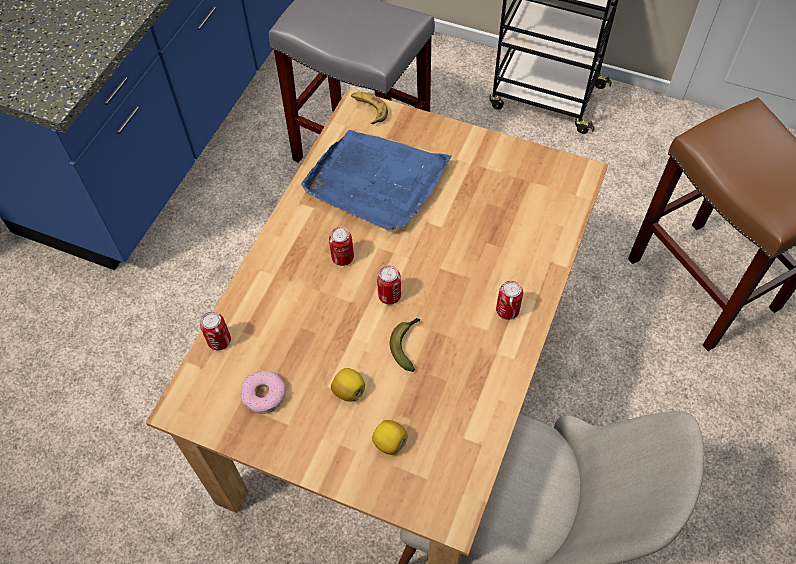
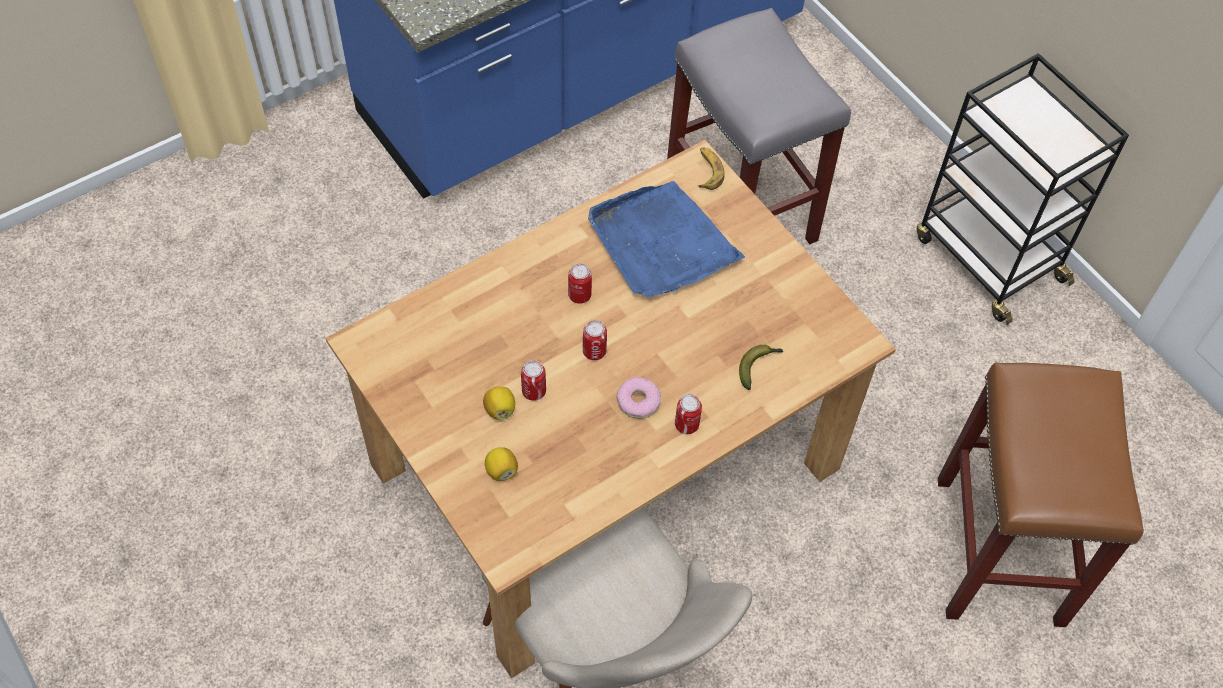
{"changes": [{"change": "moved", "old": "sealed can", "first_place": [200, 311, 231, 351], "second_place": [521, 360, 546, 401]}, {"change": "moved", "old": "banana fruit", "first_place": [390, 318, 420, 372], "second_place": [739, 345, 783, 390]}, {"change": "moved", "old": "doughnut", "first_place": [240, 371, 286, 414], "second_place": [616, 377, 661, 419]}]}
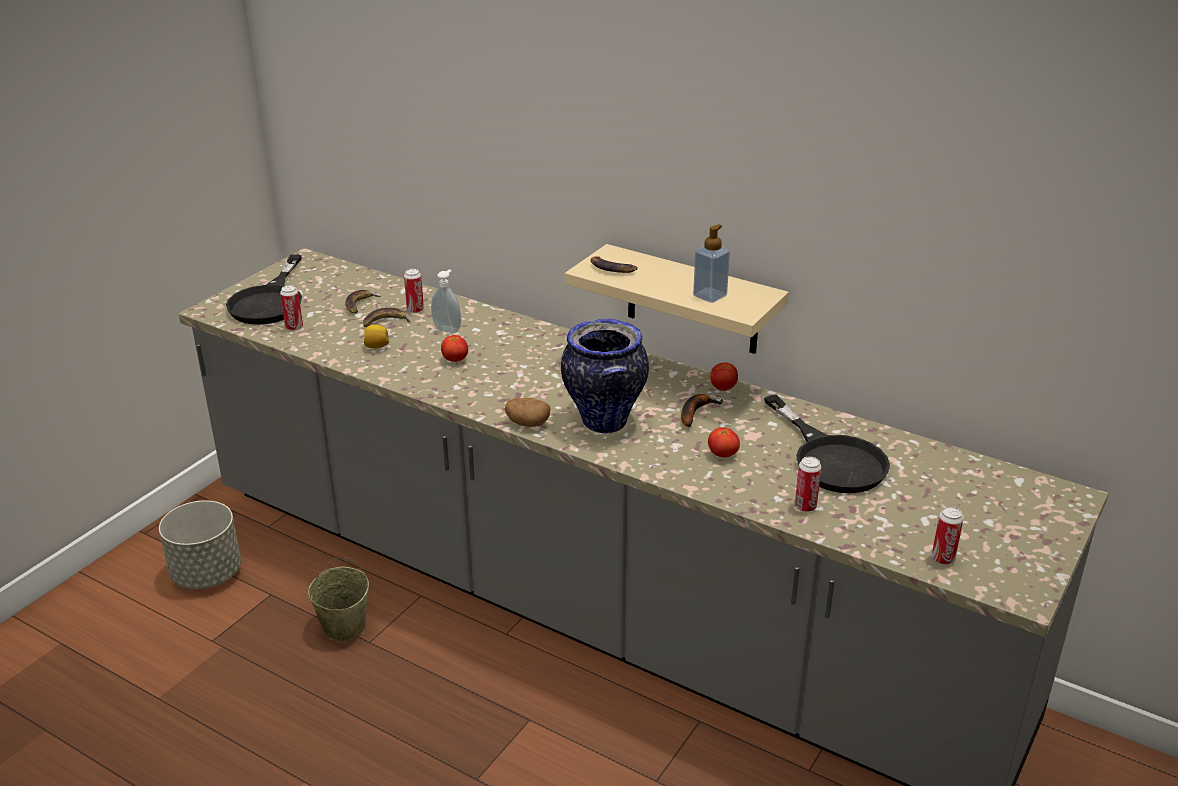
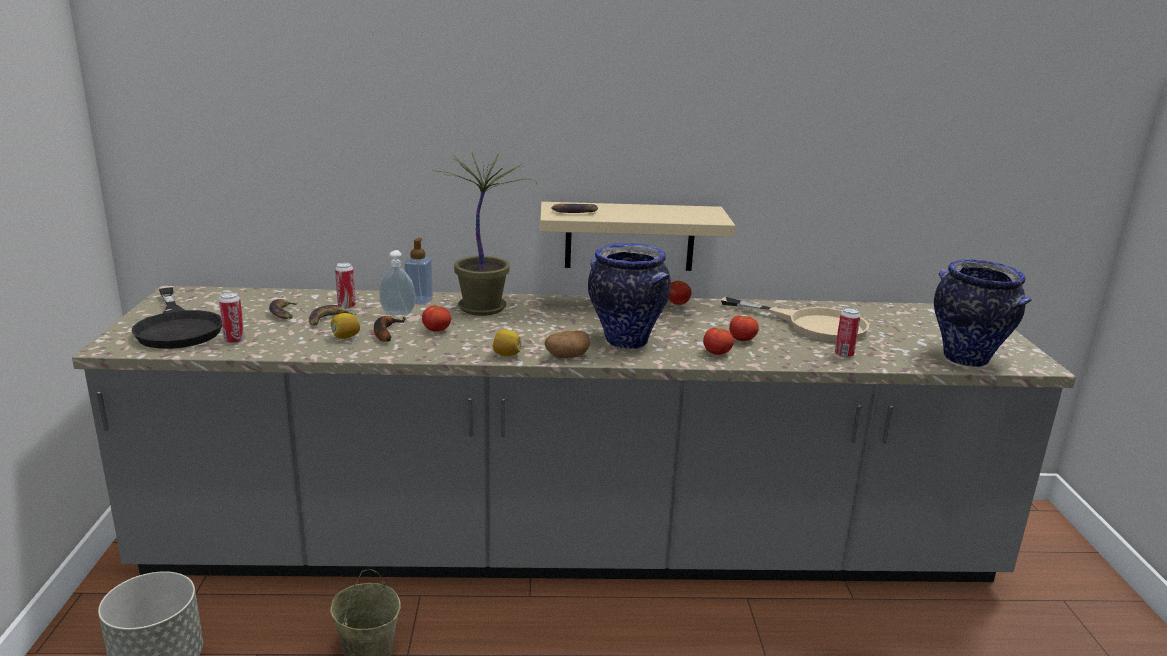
{"changes": [{"change": "moved", "old": "soap bottle", "first_place": [693, 224, 730, 303], "second_place": [404, 238, 433, 305]}, {"change": "moved", "old": "banana fruit", "first_place": [681, 394, 724, 427], "second_place": [374, 316, 405, 342]}, {"change": "recoloured", "old": "pan in black-coloured", "new": "pan in sand-coloured", "first_place": [764, 395, 890, 493], "second_place": [721, 297, 869, 342]}, {"change": "replaced", "old": "sealed can", "new": "vase", "first_place": [932, 507, 963, 565], "second_place": [934, 259, 1032, 367]}, {"change": "added", "new": "plant in a pot", "second_place": [432, 153, 537, 316]}, {"change": "added", "new": "tomato", "second_place": [703, 328, 734, 355]}, {"change": "added", "new": "whole lemon", "second_place": [493, 330, 521, 356]}]}
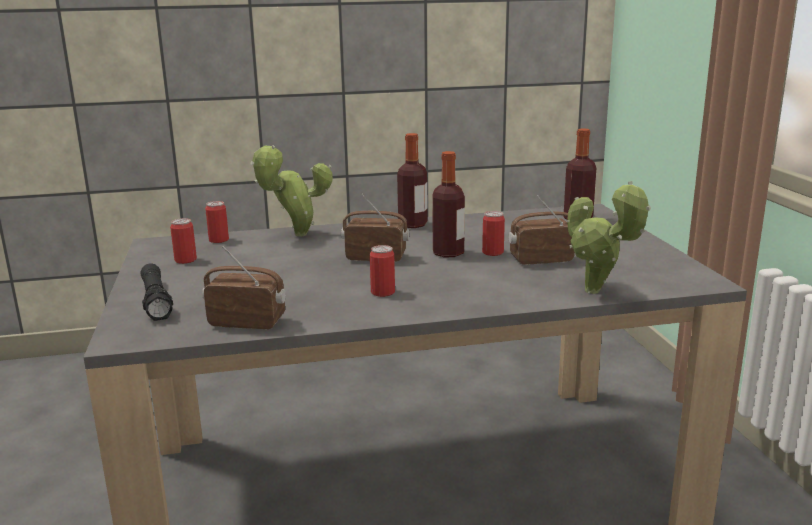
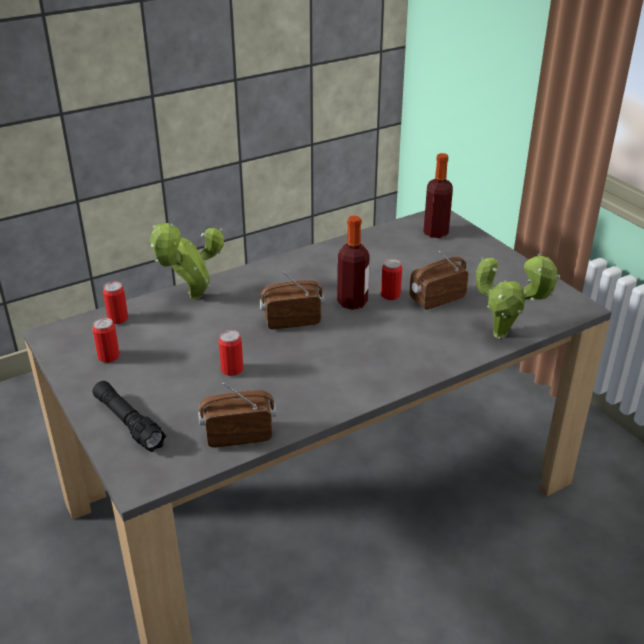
{"changes": [{"change": "removed", "old": "drink bottle", "first_place": [397, 133, 427, 228]}, {"change": "moved", "old": "sealed can", "first_place": [370, 245, 395, 297], "second_place": [219, 330, 243, 376]}]}
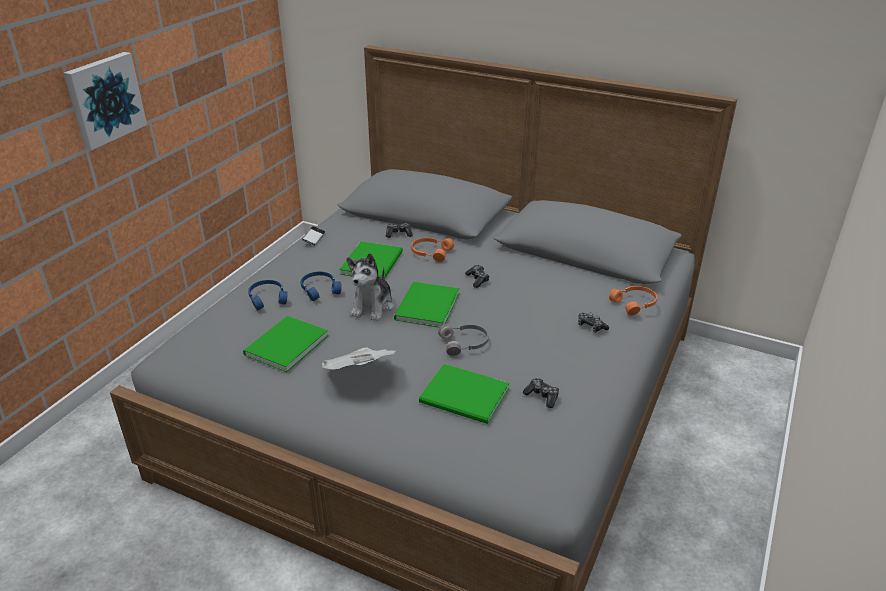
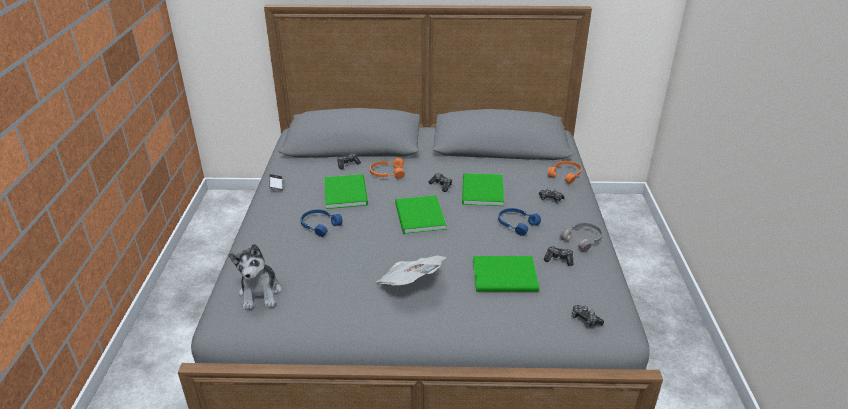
{"changes": [{"change": "removed", "old": "wall picture", "first_place": [64, 52, 147, 150]}, {"change": "moved", "old": "plush toy", "first_place": [347, 253, 394, 321], "second_place": [229, 244, 282, 310]}, {"change": "moved", "old": "headset in blue-coloured", "first_place": [248, 280, 288, 311], "second_place": [498, 208, 541, 236]}, {"change": "moved", "old": "bound book in green", "first_place": [243, 316, 328, 372], "second_place": [462, 173, 504, 206]}, {"change": "moved", "old": "headset in greyish", "first_place": [438, 324, 489, 356], "second_place": [560, 222, 603, 252]}, {"change": "added", "new": "game controller", "second_place": [572, 305, 604, 327]}]}
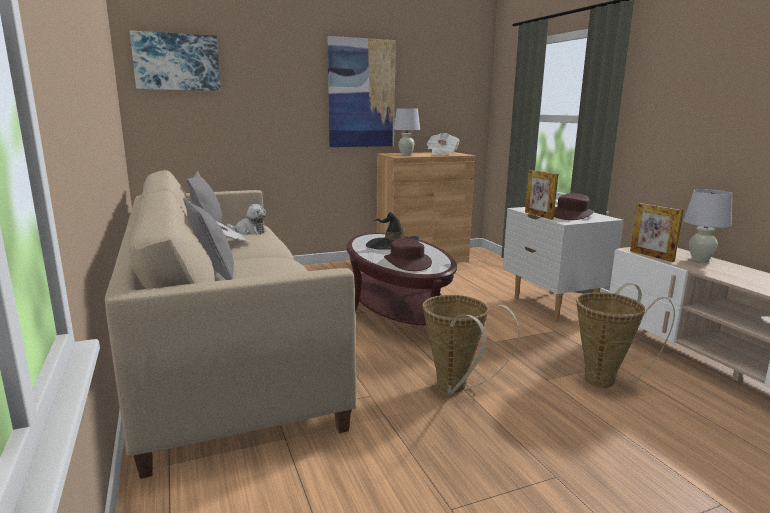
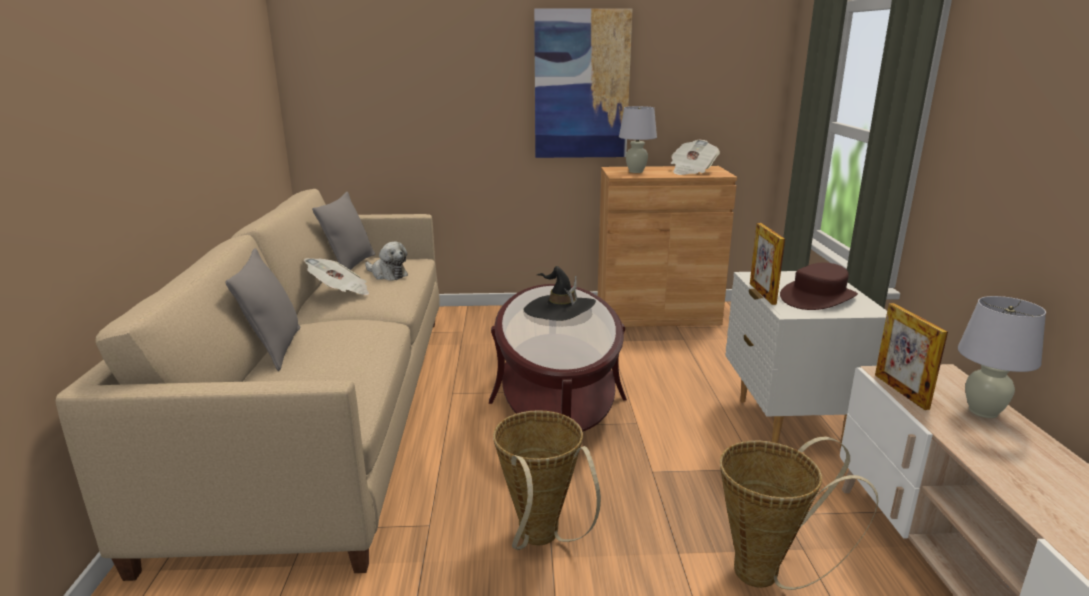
{"changes": [{"change": "removed", "old": "wall picture", "first_place": [130, 30, 221, 91]}, {"change": "removed", "old": "clothing hat in brown", "first_place": [384, 238, 432, 271]}]}
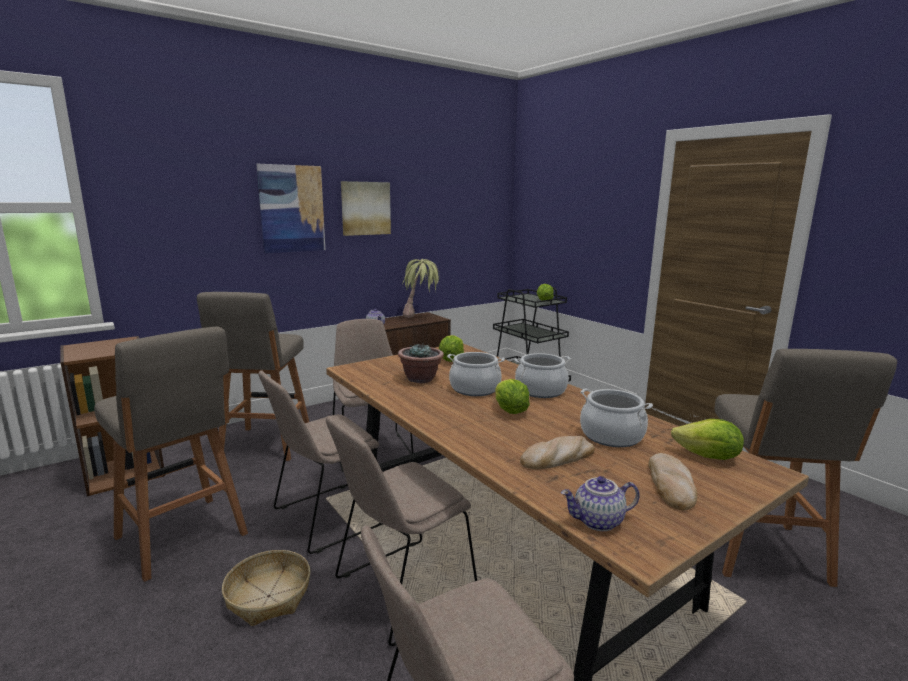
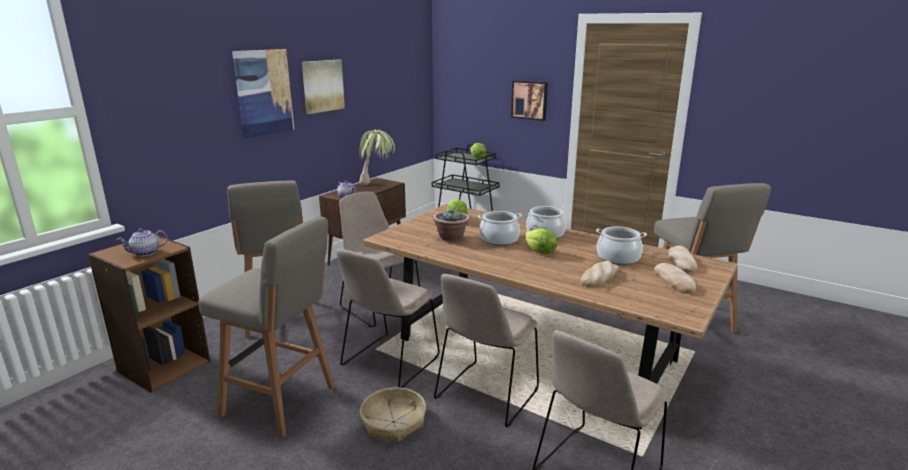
{"changes": [{"change": "replaced", "old": "head of lettuce", "new": "bread", "first_place": [671, 419, 744, 460], "second_place": [668, 246, 697, 272]}, {"change": "moved", "old": "pot for tea", "first_place": [561, 476, 640, 531], "second_place": [117, 229, 168, 256]}, {"change": "added", "new": "wall picture", "second_place": [511, 80, 548, 121]}]}
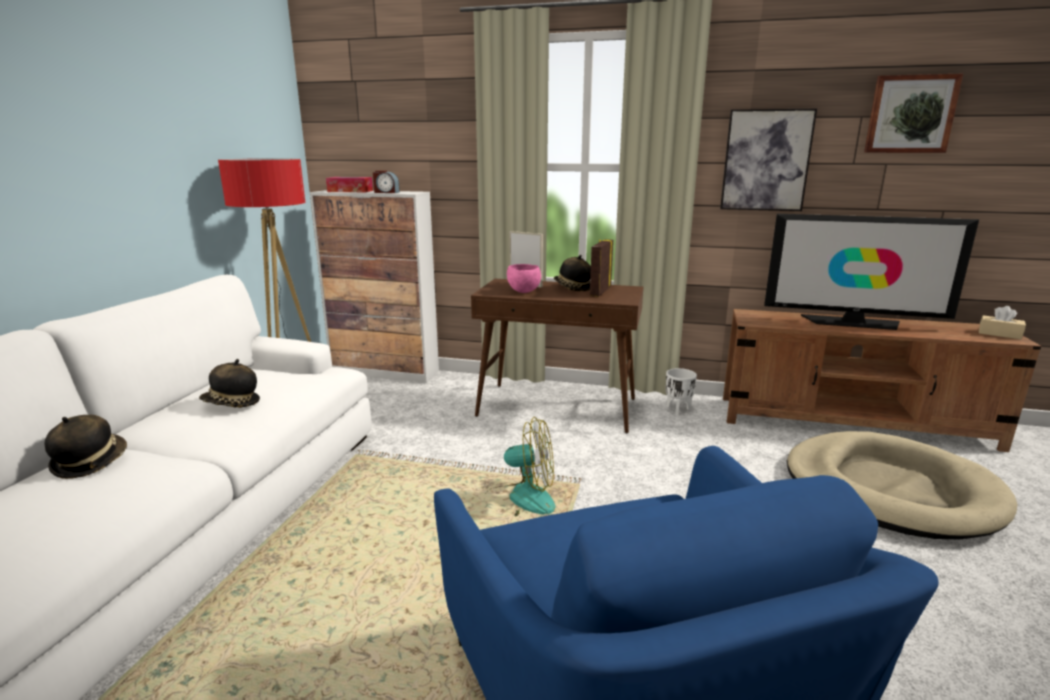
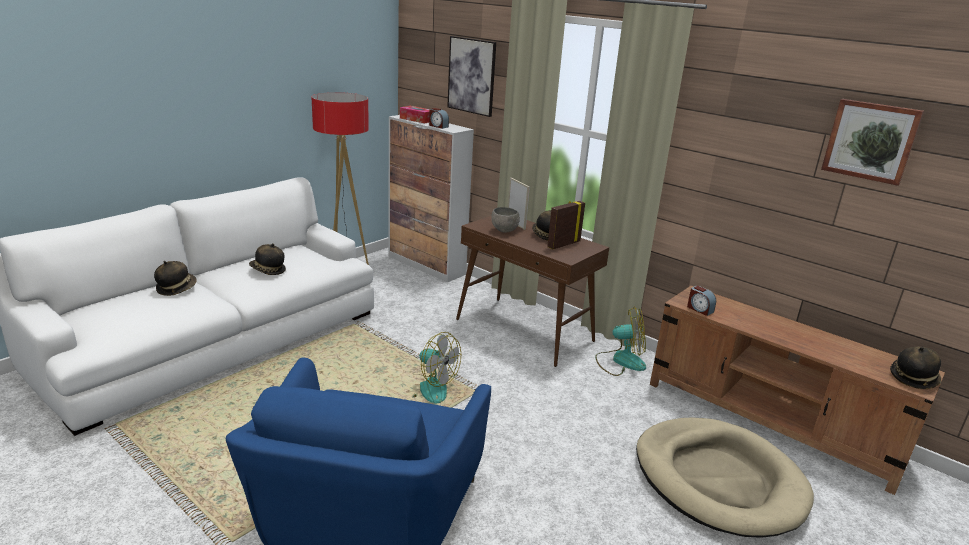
{"changes": [{"change": "moved", "old": "wall picture", "first_place": [720, 109, 817, 211], "second_place": [447, 36, 496, 117]}, {"change": "removed", "old": "TV set", "first_place": [764, 214, 979, 330]}, {"change": "recoloured", "old": "serving bowl in pink", "new": "serving bowl in greyish", "first_place": [507, 264, 541, 293], "second_place": [491, 207, 520, 233]}, {"change": "replaced", "old": "tissue box in sand-coloured", "new": "clothing hat", "first_place": [979, 306, 1026, 340], "second_place": [890, 347, 941, 389]}, {"change": "replaced", "old": "plant pot in whitish", "new": "cooling fan", "first_place": [666, 368, 697, 416], "second_place": [595, 306, 646, 376]}, {"change": "added", "new": "bedside clock", "second_place": [687, 286, 716, 316]}]}
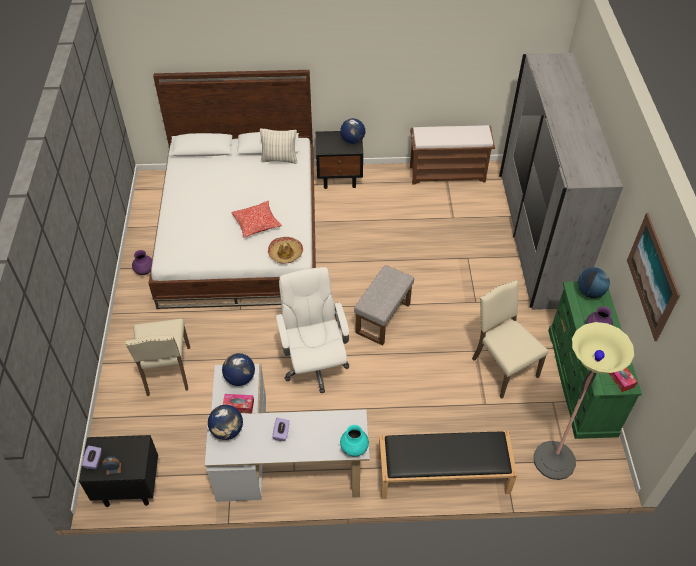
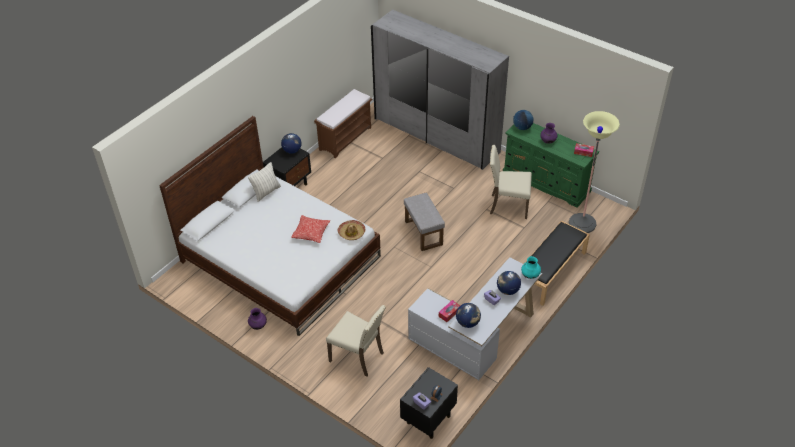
{"changes": [{"change": "removed", "old": "wall picture", "first_place": [627, 213, 680, 341]}, {"change": "removed", "old": "computer chair in whitish", "first_place": [276, 267, 349, 393]}, {"change": "moved", "old": "desk globe", "first_place": [222, 353, 255, 386], "second_place": [497, 271, 521, 295]}]}
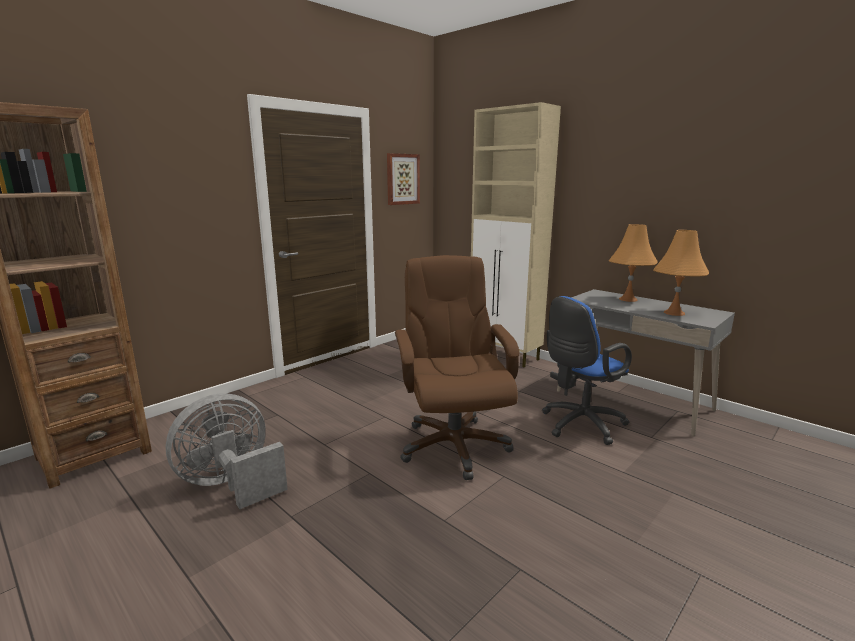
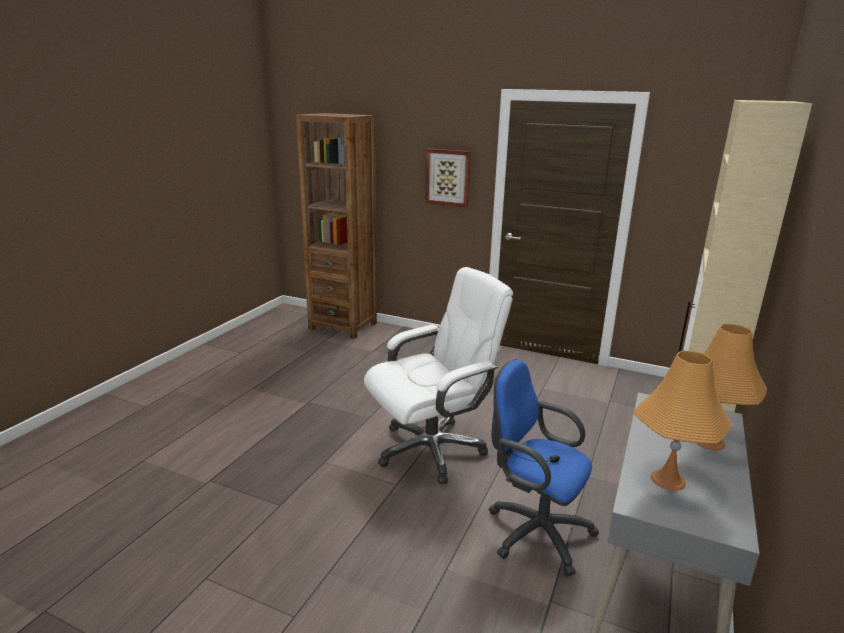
{"changes": [{"change": "moved", "old": "wall picture", "first_place": [387, 153, 420, 205], "second_place": [425, 148, 471, 207]}, {"change": "recoloured", "old": "computer chair in brown", "new": "computer chair in whitish", "first_place": [395, 255, 519, 480], "second_place": [364, 267, 513, 484]}, {"change": "removed", "old": "cooling fan in greyish", "first_place": [166, 393, 288, 509]}]}
